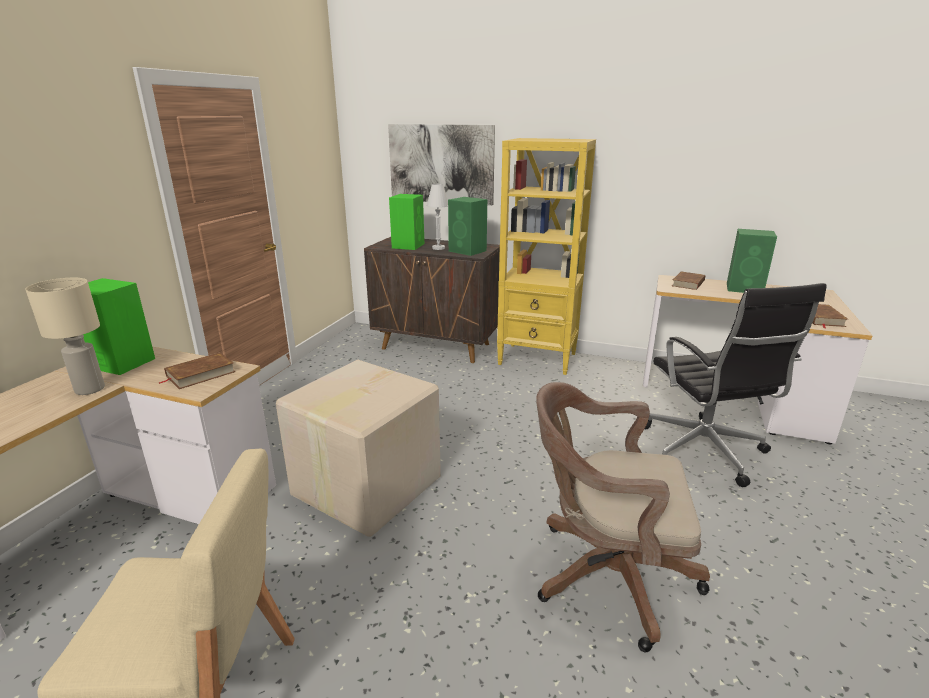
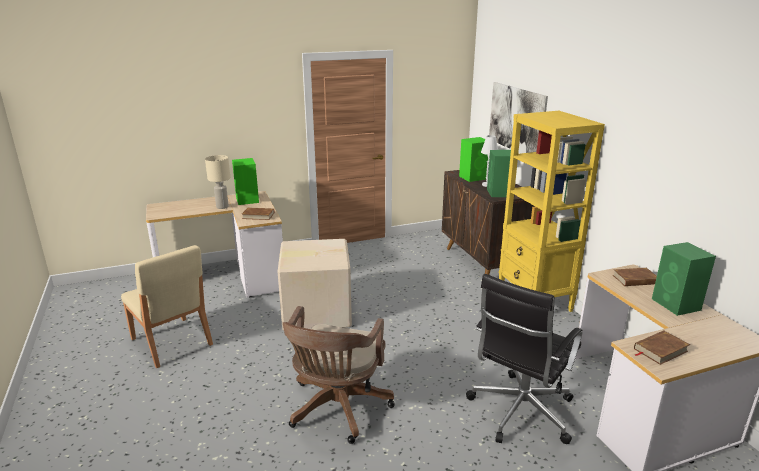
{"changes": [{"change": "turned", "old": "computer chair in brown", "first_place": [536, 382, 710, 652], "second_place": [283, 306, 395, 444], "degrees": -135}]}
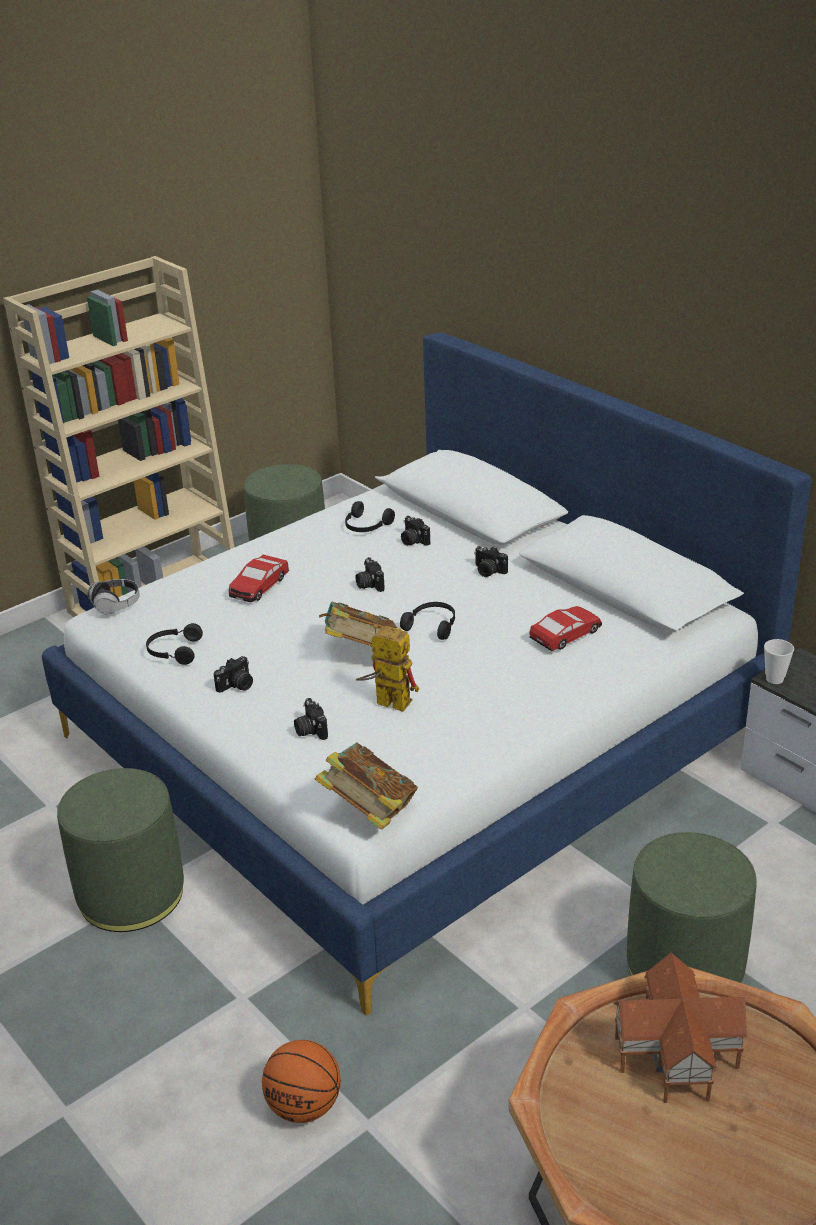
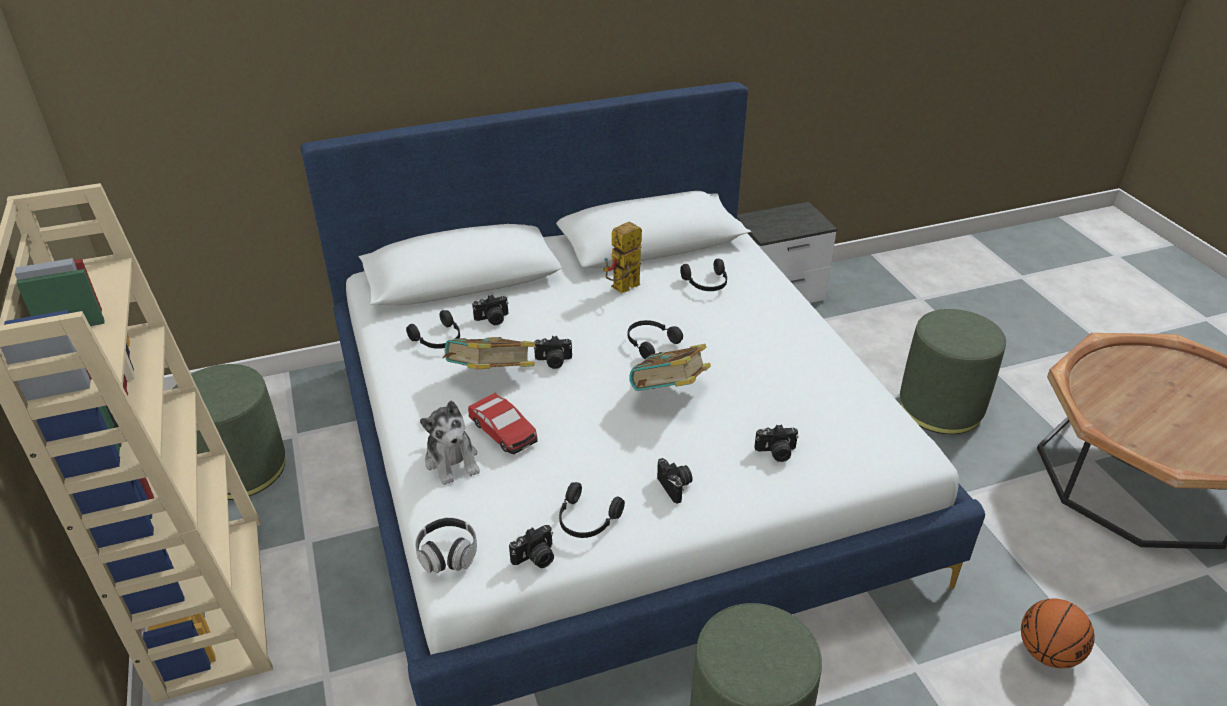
{"changes": [{"change": "moved", "old": "photo camera", "first_place": [474, 546, 508, 577], "second_place": [509, 525, 554, 568]}, {"change": "replaced", "old": "miniature car", "new": "headset in black-coloured", "first_place": [529, 606, 602, 651], "second_place": [680, 259, 727, 291]}, {"change": "moved", "old": "robot figure", "first_place": [356, 625, 419, 712], "second_place": [603, 221, 642, 293]}, {"change": "removed", "old": "small cup", "first_place": [764, 639, 794, 684]}, {"change": "moved", "old": "bound book", "first_place": [315, 742, 418, 830], "second_place": [442, 337, 535, 369]}, {"change": "removed", "old": "model house", "first_place": [613, 953, 749, 1103]}, {"change": "added", "new": "plush toy", "second_place": [420, 401, 480, 485]}]}
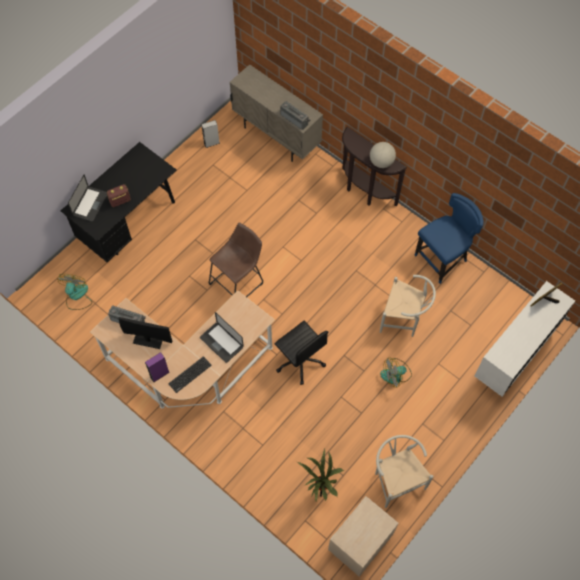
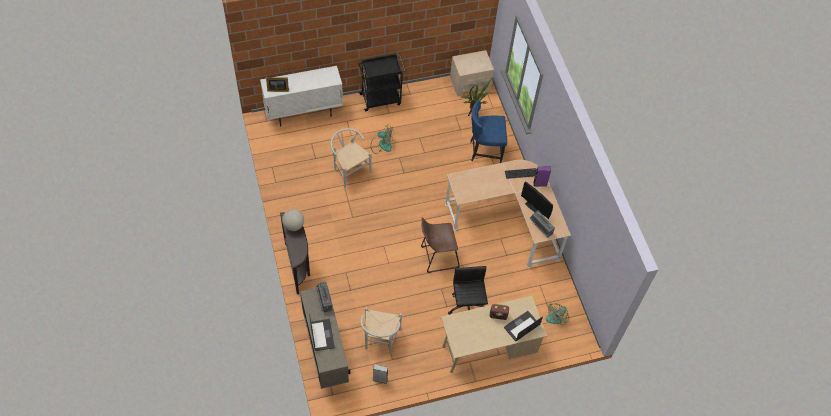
{"changes": [{"change": "recoloured", "old": "desk in black-coloured", "new": "desk in sand-coloured", "first_place": [61, 142, 177, 262], "second_place": [441, 296, 547, 373]}, {"change": "moved", "old": "chair in blue-coloured", "first_place": [415, 193, 484, 284], "second_place": [470, 100, 507, 163]}, {"change": "moved", "old": "portable computer", "first_place": [200, 312, 244, 363], "second_place": [309, 314, 334, 351]}, {"change": "moved", "old": "computer chair in black-coloured", "first_place": [275, 321, 328, 385], "second_place": [448, 266, 488, 315]}, {"change": "moved", "old": "chair in whitish", "first_place": [375, 435, 434, 508], "second_place": [360, 307, 402, 354]}, {"change": "added", "new": "wheeled cart in black-coloured", "second_place": [358, 54, 406, 111]}]}
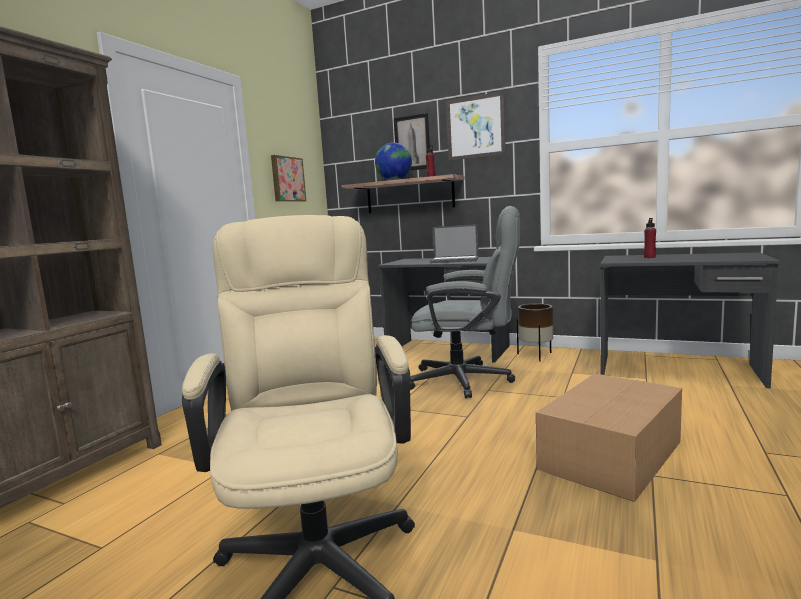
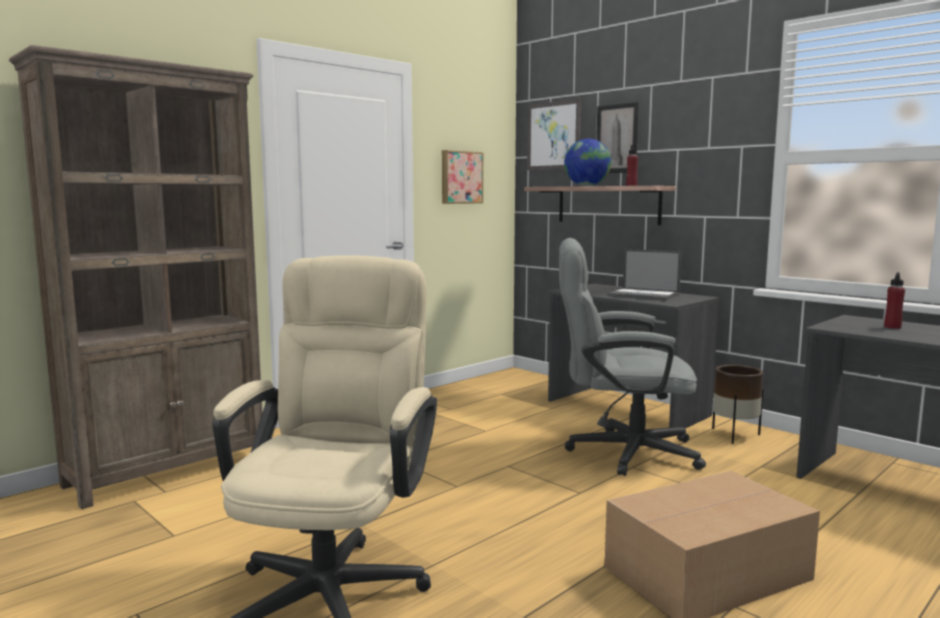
{"changes": [{"change": "moved", "old": "wall picture", "first_place": [446, 91, 506, 161], "second_place": [527, 99, 581, 170]}, {"change": "turned", "old": "computer chair in greyish", "first_place": [410, 206, 520, 398], "second_place": [559, 238, 706, 476], "degrees": 150}]}
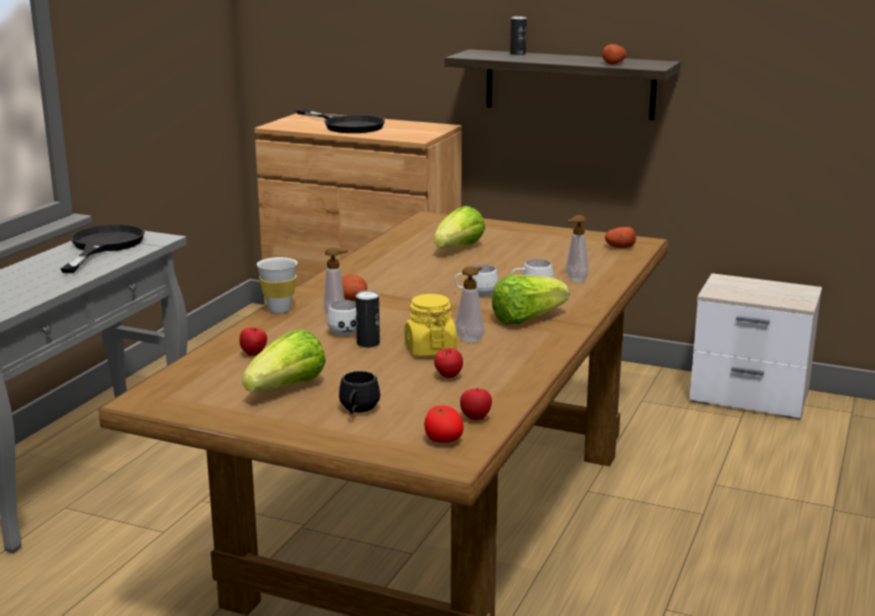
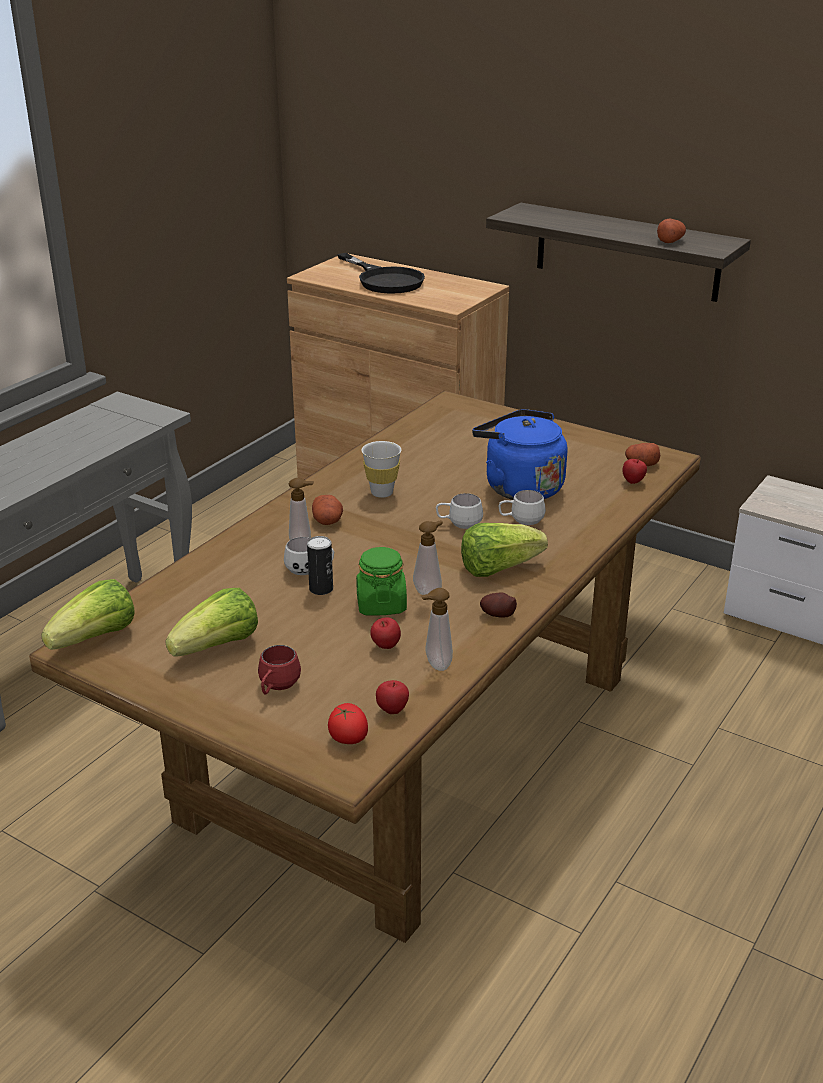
{"changes": [{"change": "removed", "old": "sealed can", "first_place": [510, 16, 527, 55]}, {"change": "moved", "old": "head of lettuce", "first_place": [434, 206, 485, 248], "second_place": [41, 579, 135, 650]}, {"change": "moved", "old": "soap bottle", "first_place": [566, 215, 589, 282], "second_place": [420, 588, 453, 671]}, {"change": "removed", "old": "pan in black-coloured", "first_place": [61, 224, 145, 273]}, {"change": "moved", "old": "small cup in whitish", "first_place": [257, 257, 298, 314], "second_place": [362, 441, 401, 498]}, {"change": "recoloured", "old": "jar in yellowish", "new": "jar in green", "first_place": [405, 294, 457, 357], "second_place": [356, 547, 407, 615]}, {"change": "moved", "old": "whole apple", "first_place": [239, 328, 267, 356], "second_place": [622, 459, 647, 484]}, {"change": "recoloured", "old": "coffee mug in black-coloured", "new": "coffee mug in reddish", "first_place": [339, 371, 380, 414], "second_place": [258, 645, 301, 694]}, {"change": "added", "new": "tea kettle in blue-coloured", "second_place": [472, 409, 567, 500]}, {"change": "added", "new": "whole potato", "second_place": [480, 593, 517, 618]}]}
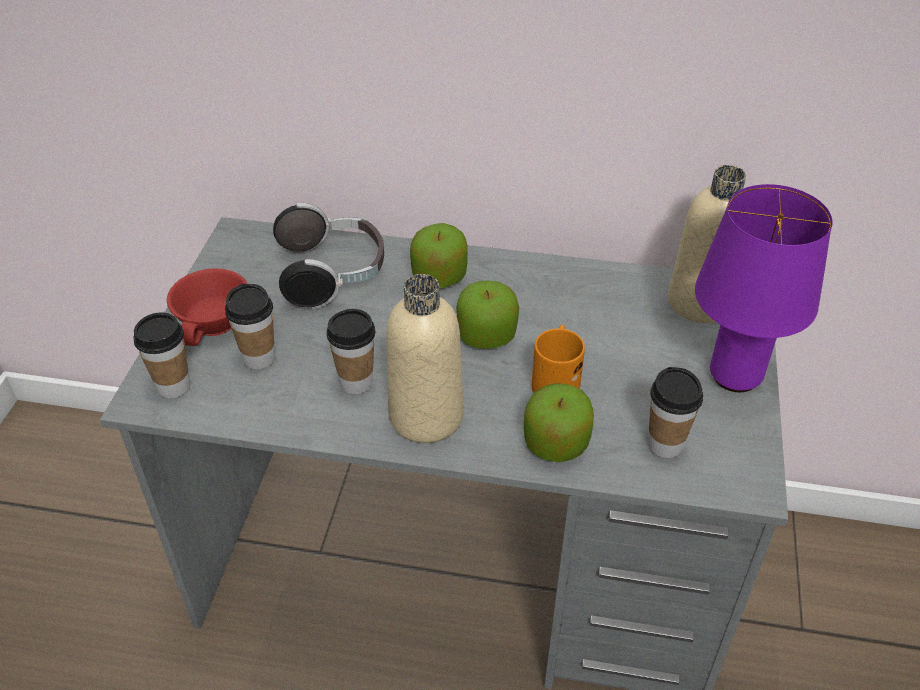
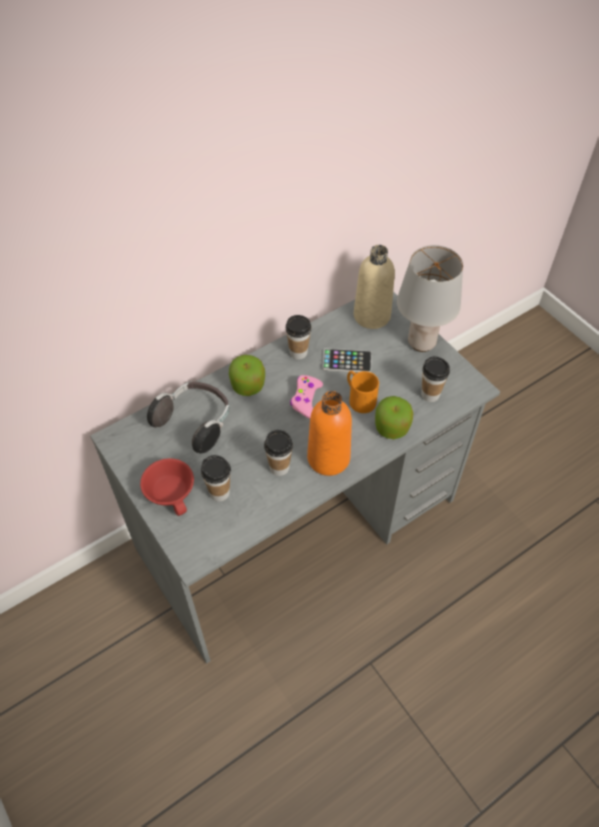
{"changes": [{"change": "recoloured", "old": "tabletop lamp in purple", "new": "tabletop lamp in greyish", "first_place": [695, 184, 833, 392], "second_place": [397, 245, 463, 352]}, {"change": "recoloured", "old": "drink bottle in sand-coloured", "new": "drink bottle in orangey", "first_place": [386, 274, 463, 443], "second_place": [307, 391, 352, 476]}, {"change": "replaced", "old": "whole apple", "new": "game controller in pink", "first_place": [456, 281, 519, 349], "second_place": [290, 375, 323, 419]}, {"change": "moved", "old": "small cup", "first_place": [133, 312, 190, 398], "second_place": [286, 315, 311, 360]}, {"change": "added", "new": "telephone", "second_place": [322, 348, 372, 372]}]}
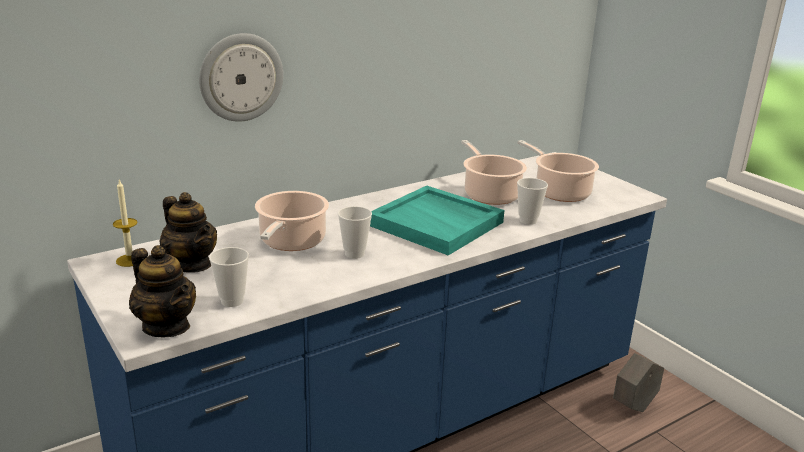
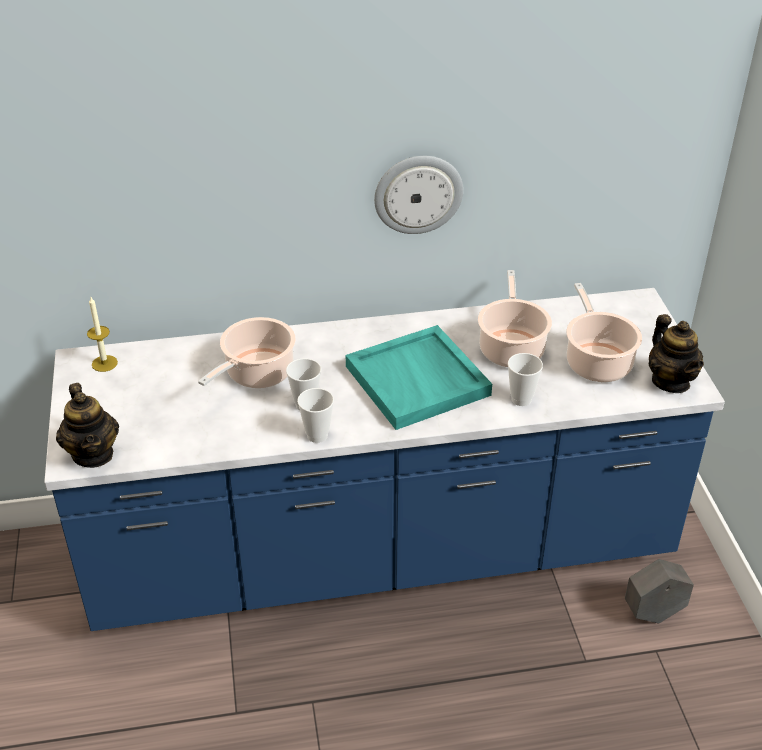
{"changes": [{"change": "moved", "old": "clock on the wall", "first_place": [199, 33, 283, 122], "second_place": [374, 156, 463, 234]}, {"change": "moved", "old": "pot for tea", "first_place": [160, 192, 217, 273], "second_place": [649, 314, 704, 393]}, {"change": "moved", "old": "small cup", "first_place": [209, 247, 249, 307], "second_place": [297, 388, 334, 443]}]}
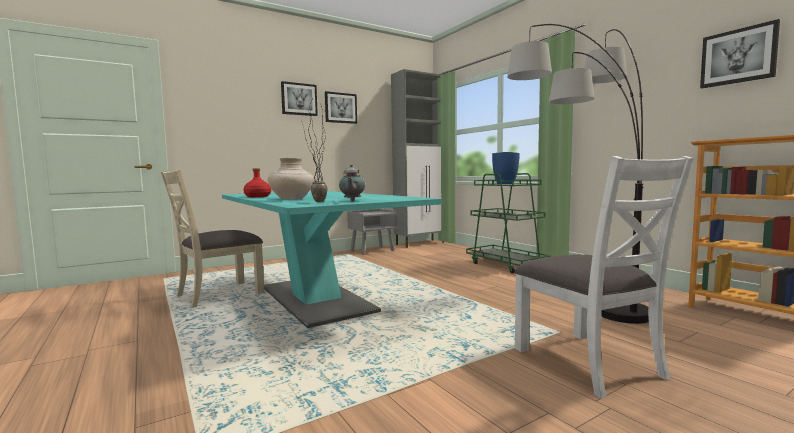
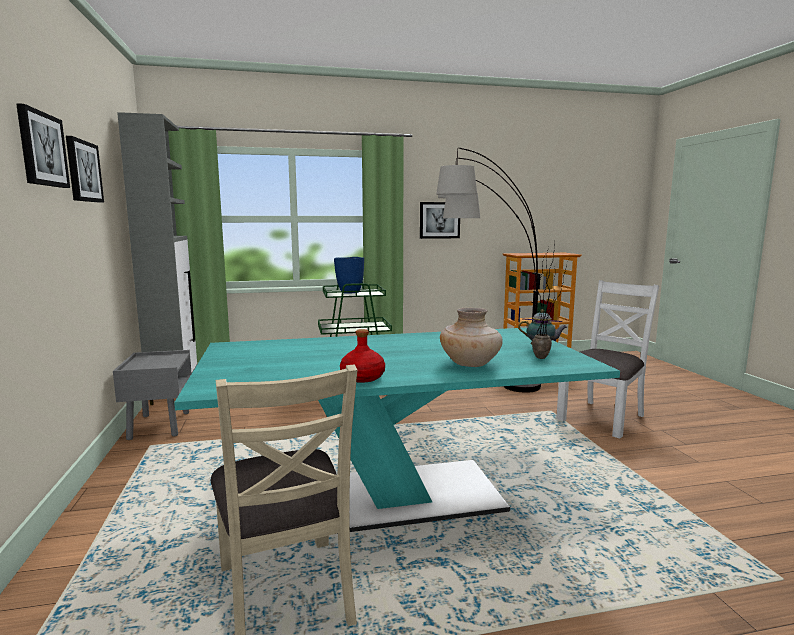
{"changes": [{"change": "moved", "old": "wall picture", "first_place": [700, 19, 780, 88], "second_place": [420, 202, 460, 239]}, {"change": "turned", "old": "chair in whitish", "first_place": [515, 156, 694, 399], "second_place": [556, 280, 659, 438], "degrees": -45}]}
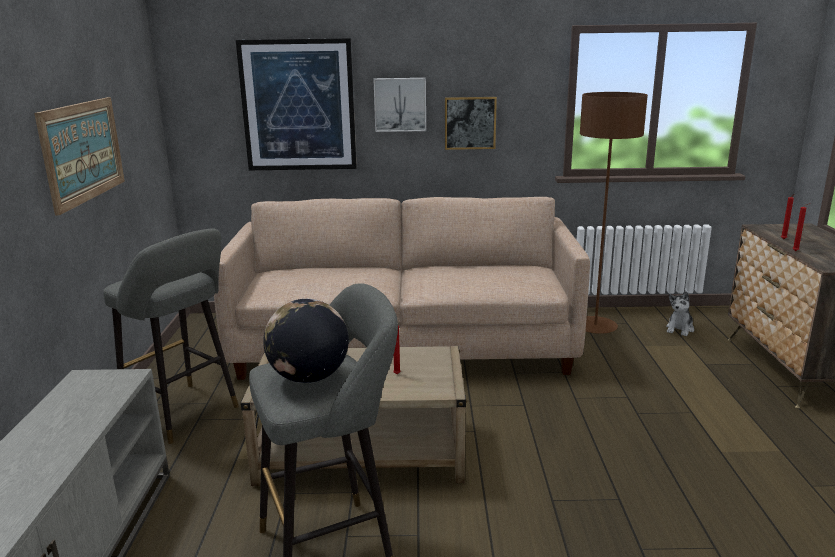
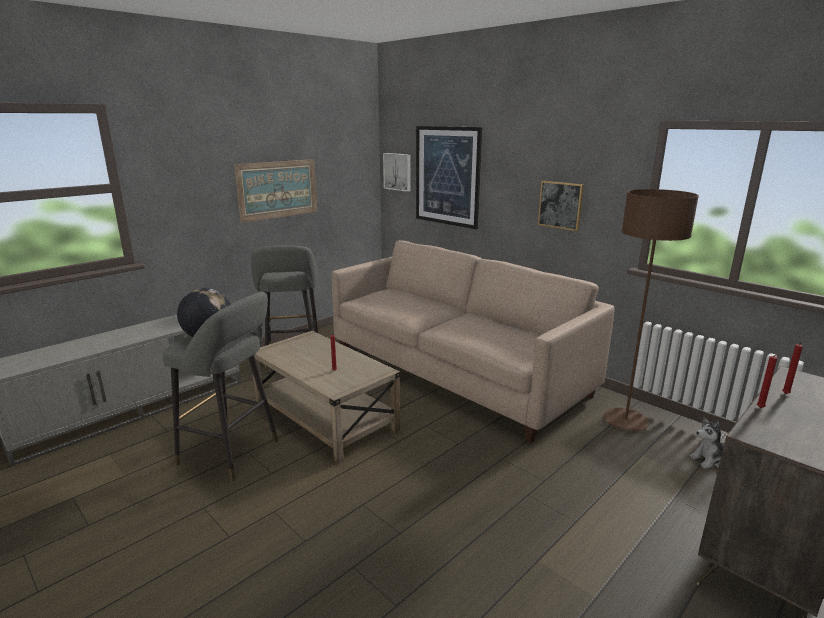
{"changes": [{"change": "moved", "old": "wall picture", "first_place": [373, 78, 426, 132], "second_place": [383, 153, 411, 192]}]}
